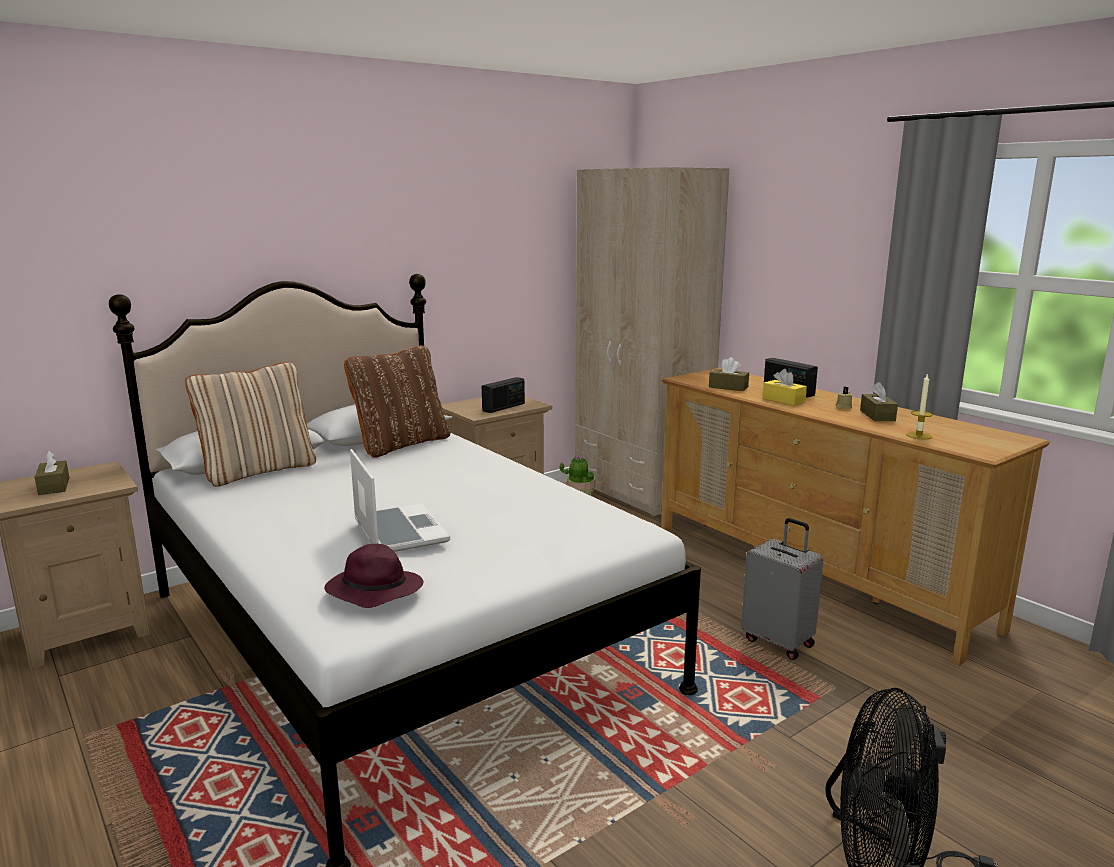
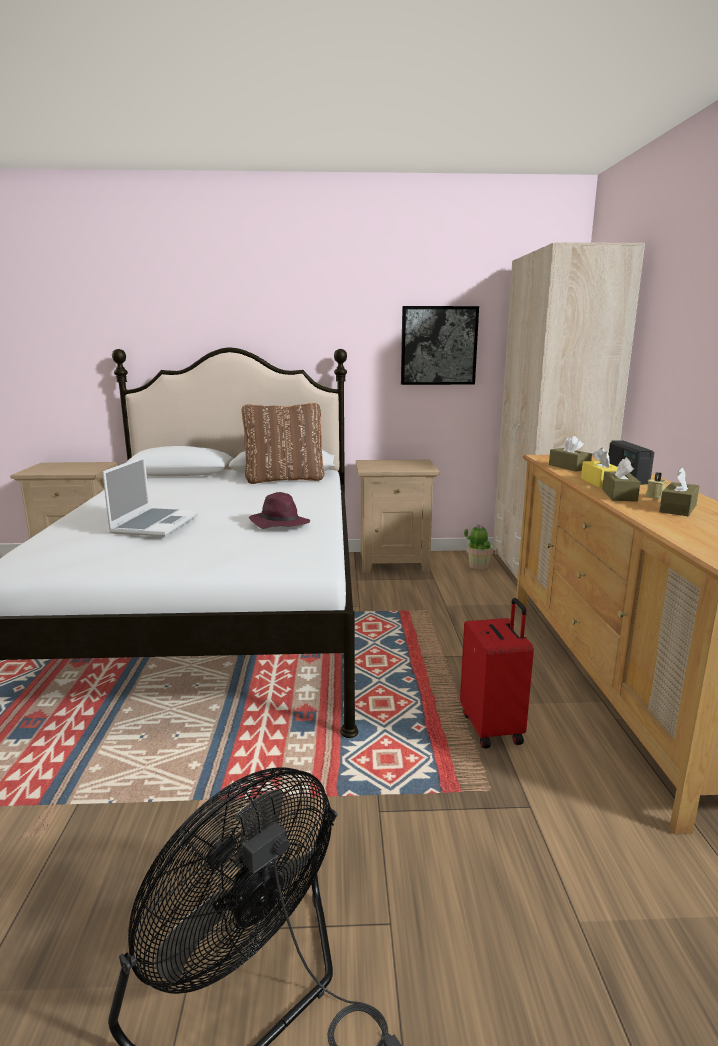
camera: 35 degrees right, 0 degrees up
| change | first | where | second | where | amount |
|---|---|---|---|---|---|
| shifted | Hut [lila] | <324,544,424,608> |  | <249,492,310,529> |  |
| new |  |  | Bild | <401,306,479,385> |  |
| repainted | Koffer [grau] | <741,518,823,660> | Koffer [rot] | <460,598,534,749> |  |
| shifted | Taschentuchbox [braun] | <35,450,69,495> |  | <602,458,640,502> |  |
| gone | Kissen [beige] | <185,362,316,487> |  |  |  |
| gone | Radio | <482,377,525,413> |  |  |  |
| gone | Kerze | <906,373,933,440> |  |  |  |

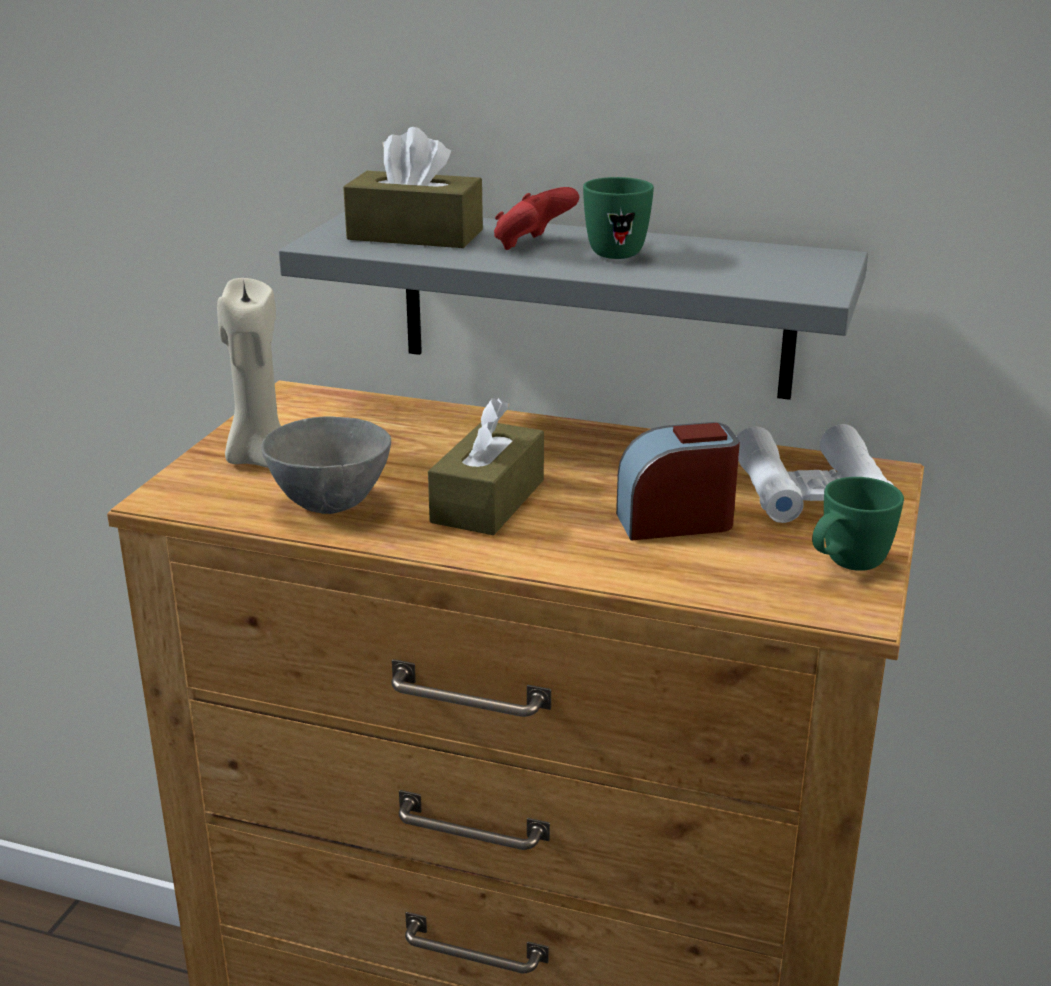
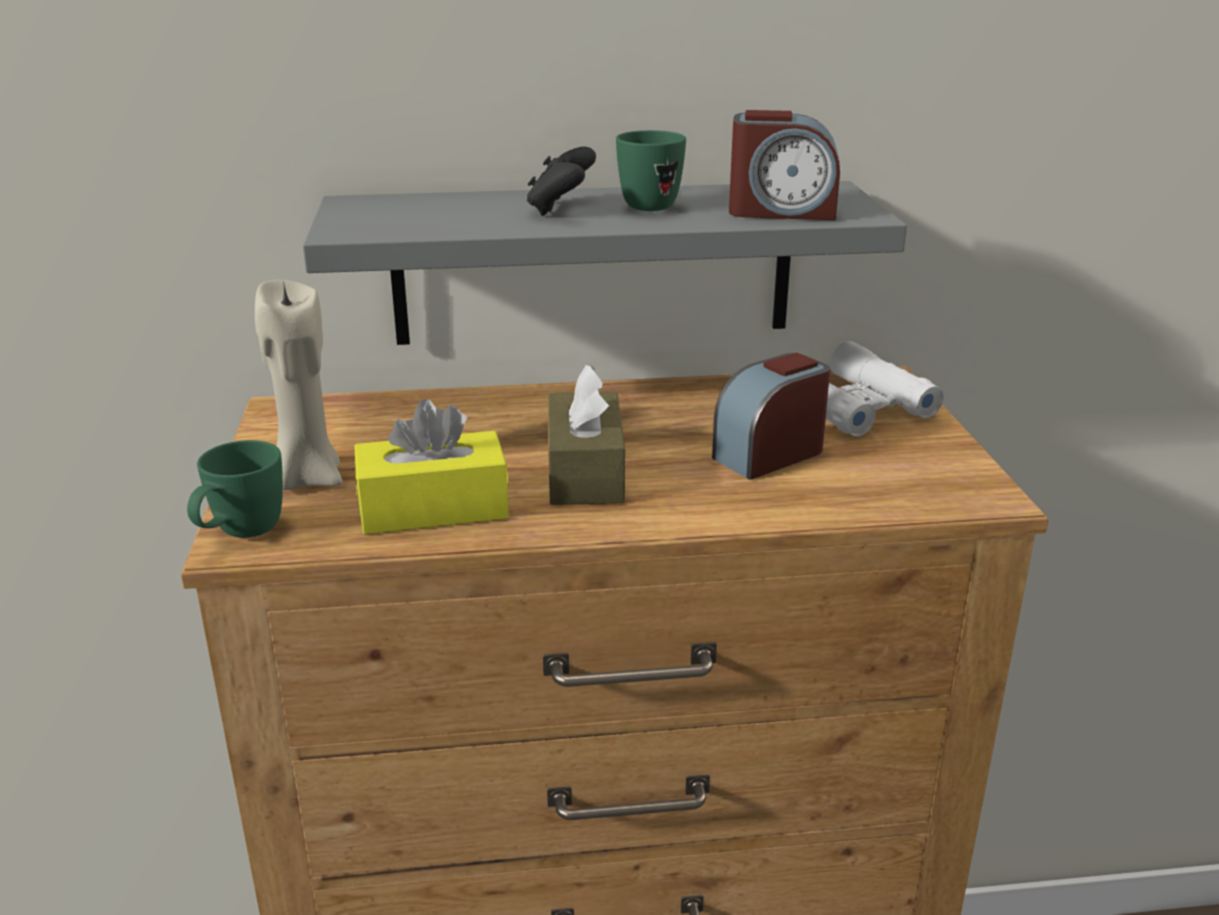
camera: 25 degrees left, 0 degrees up
| change | first | where | second | where | amount |
|---|---|---|---|---|---|
| shifted | Henkelbecher [grün] | <812,477,904,571> |  | <187,440,283,538> |  |
| swapped | Schüssel [grau] | <262,416,391,514> | Taschentuchbox [gelb] | <355,399,509,534> |  |
| repainted | Gamepad [rot] | <494,187,579,250> | Gamepad [schwarz] | <527,147,596,216> |  |
| new |  |  | Wecker | <729,110,840,220> |  |
| gone | Taschentuchbox [braun] | <343,127,483,248> |  |  |  |

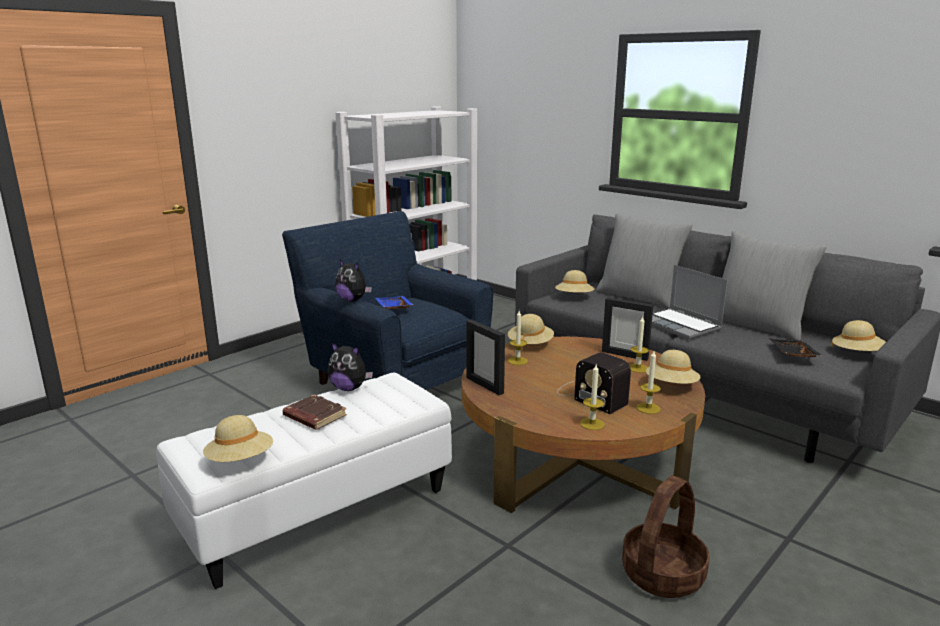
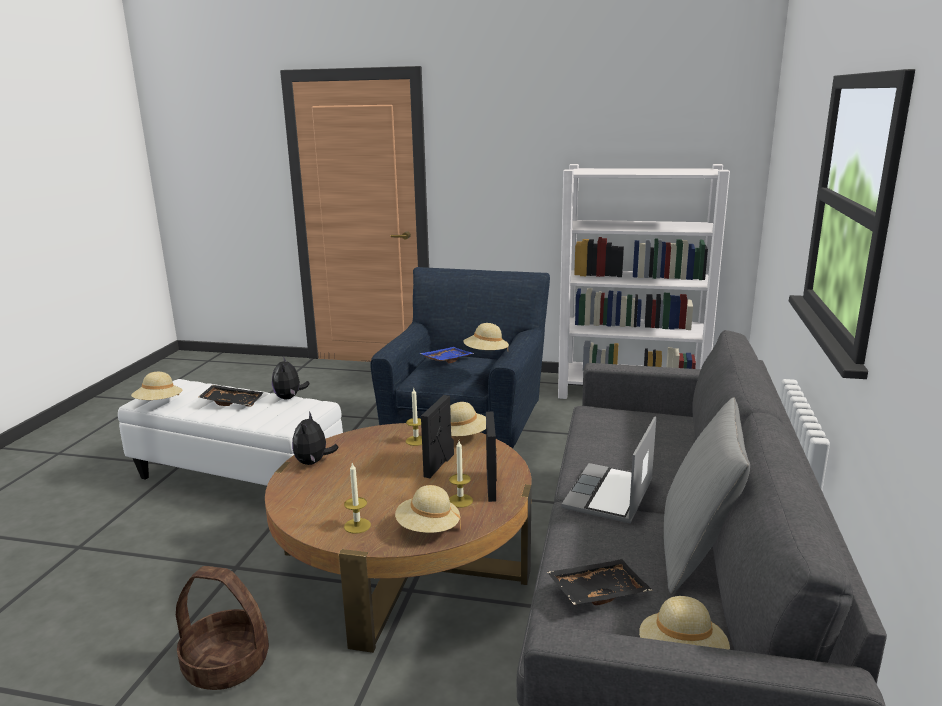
camera: 60 degrees right, 0 degrees up
| change | first | where | second | where | amount |
|---|---|---|---|---|---|
| swapped | Buch [braun] | <283,395,347,430> | Tablett [schwarz] | <199,385,264,407> |  |
| shifted | Plüschtier | <335,260,372,302> |  | <292,411,339,465> |  |
| shifted | Bilderrahmen | <466,320,505,395> |  | <421,395,454,478> |  |
| shifted | Hut [beige] | <555,270,594,293> |  | <463,323,509,350> |  |
| gone | Radio | <557,352,631,414> |  |  |  |
| gone | Kerze | <580,364,605,430> |  |  |  |
| gone | Kissen [grau] | <596,213,693,309> |  |  |  |

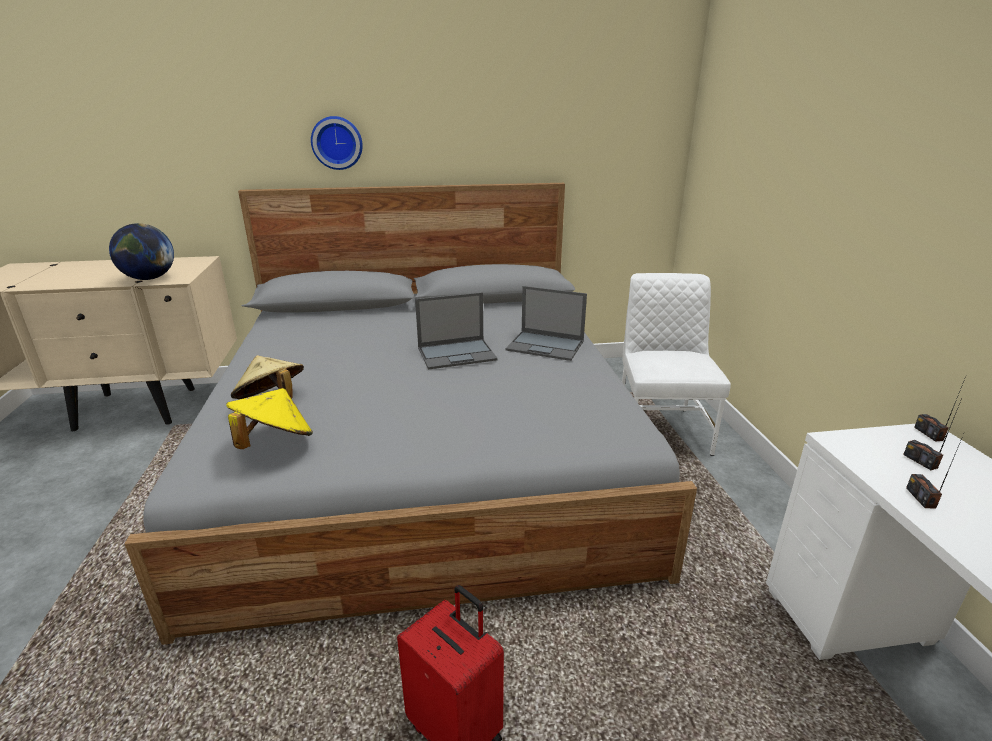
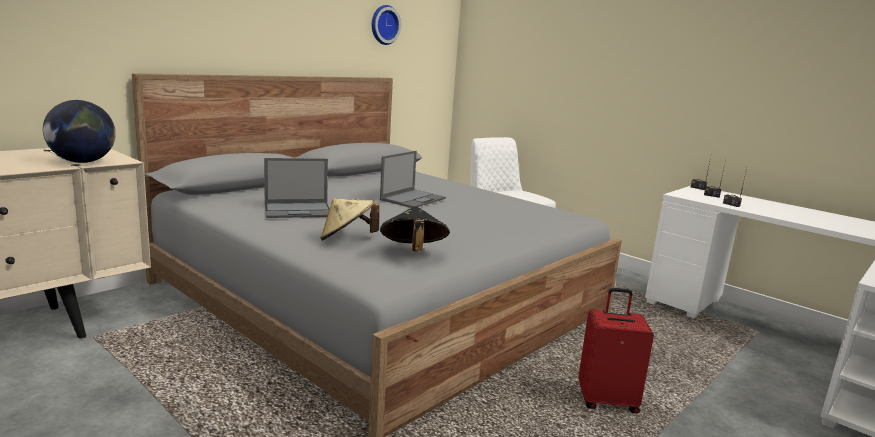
camera: 40 degrees left, 10 degrees down
| change | first | where | second | where | amount |
|---|---|---|---|---|---|
| shifted | Laptop | <506,286,587,361> |  | <264,158,329,218> |  |
| shifted | Wanduhr | <311,116,363,170> |  | <372,5,401,45> |  |
| repainted | Hut [gelb] | <226,388,313,449> | Hut [schwarz] | <380,206,450,252> |  |

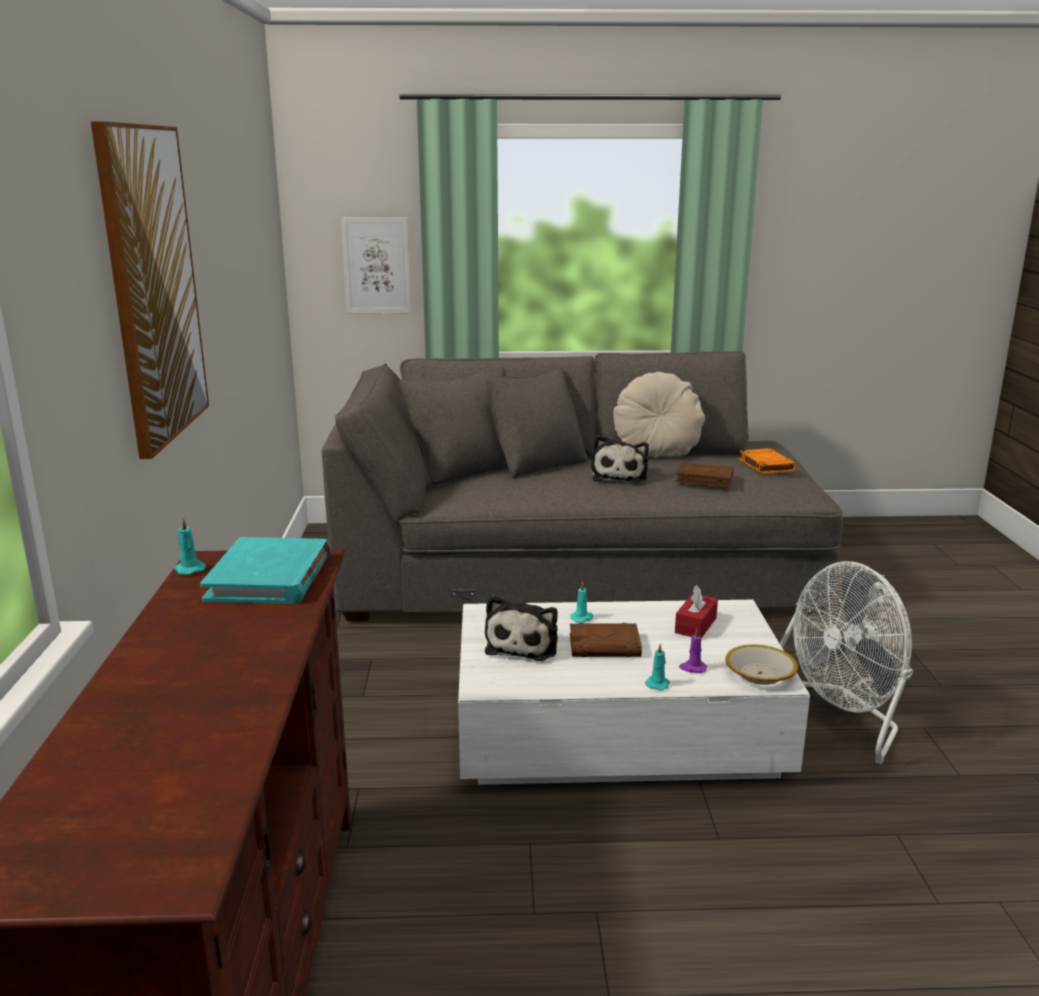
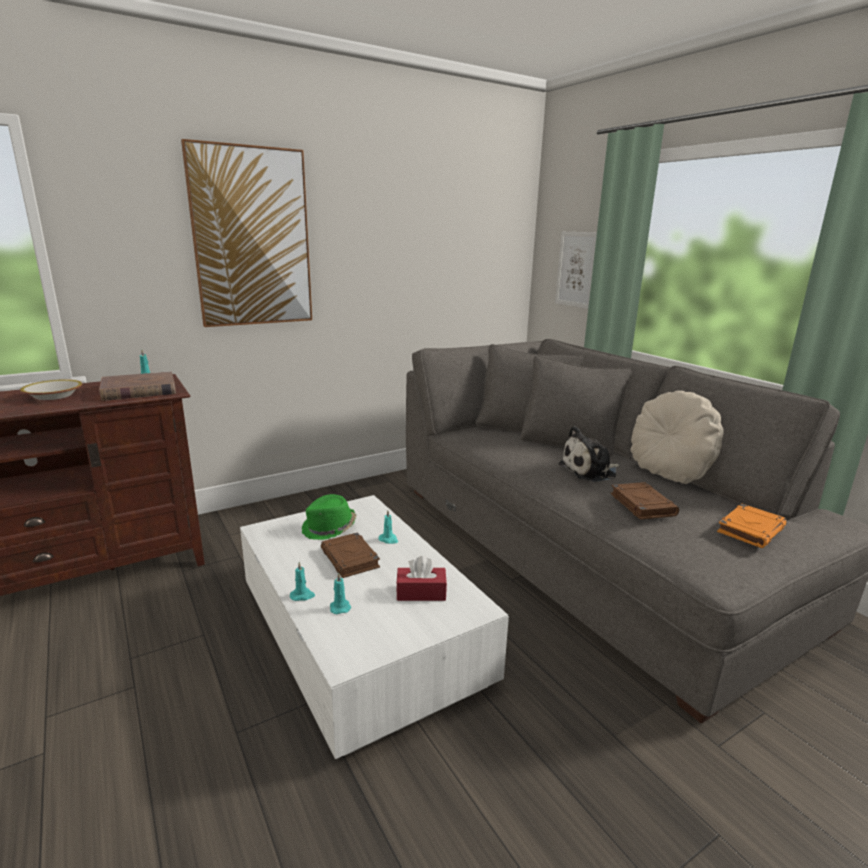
camera: 60 degrees right, 0 degrees up
| change | first | where | second | where | amount |
|---|---|---|---|---|---|
| shifted | Schüssel | <725,645,798,685> |  | <20,379,82,401> |  |
| repainted | Buch [türkis] | <200,537,331,604> | Buch [braun] | <99,371,176,401> |  |
| swapped | Plüschtier | <485,595,558,661> | Hut [grün] | <302,494,357,540> |  |
| repainted | Kerze [lila] | <679,629,707,673> | Kerze [türkis] | <330,573,351,614> |  |
| gone | Ventilator [weiß] | <780,561,913,764> |  |  |  |

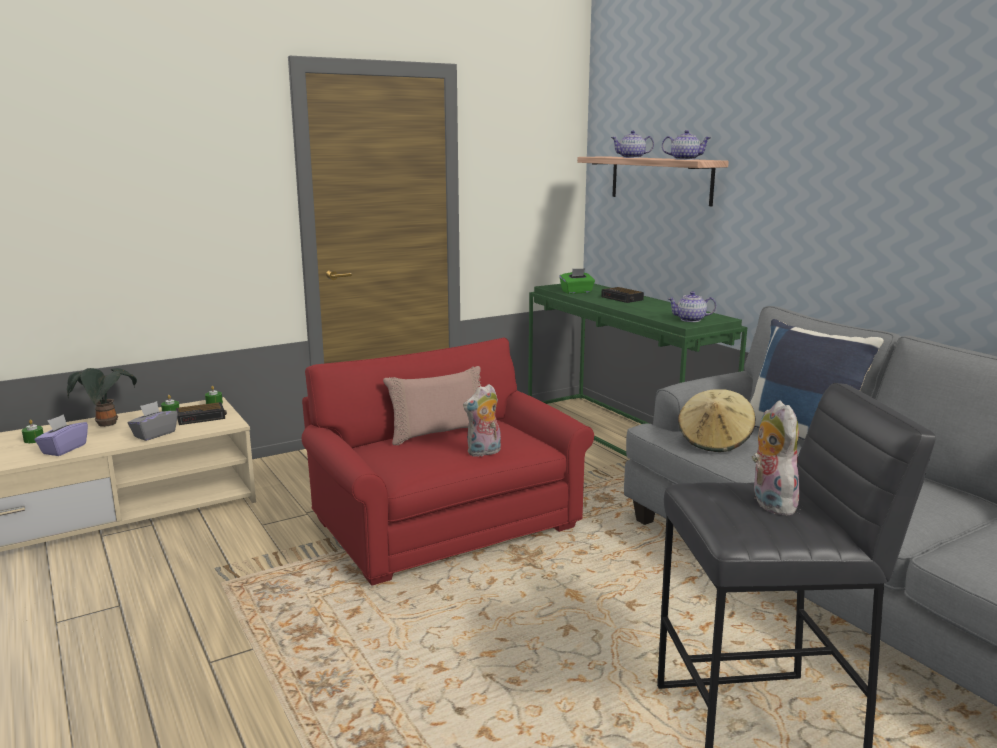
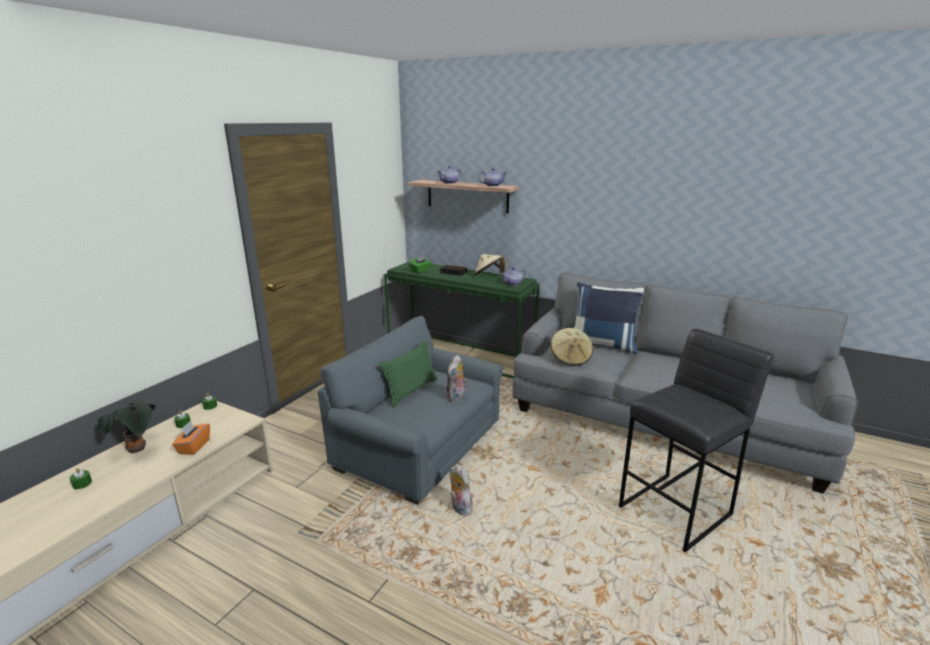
camera: 30 degrees left, 5 degrees up
| change | first | where | second | where | amount |
|---|---|---|---|---|---|
| repainted | Taschentuchbox [grau] | <128,401,178,441> | Taschentuchbox [orange] | <172,421,210,455> |  |
| repainted | Sessel [rot] | <302,337,594,586> | Sessel [grau] | <318,316,503,505> |  |
| repainted | Kissen [beige] | <383,366,481,445> | Kissen [grün] | <379,340,437,407> |  |
| shifted | Plüschtier | <752,400,800,515> |  | <450,465,474,516> |  |
| new |  |  | Hut [beige] | <474,254,505,276> |  |
| gone | Taschentuchbox [lila] | <34,414,88,456> |  |  |  |
| gone | Wecker | <176,402,227,425> |  |  |  |

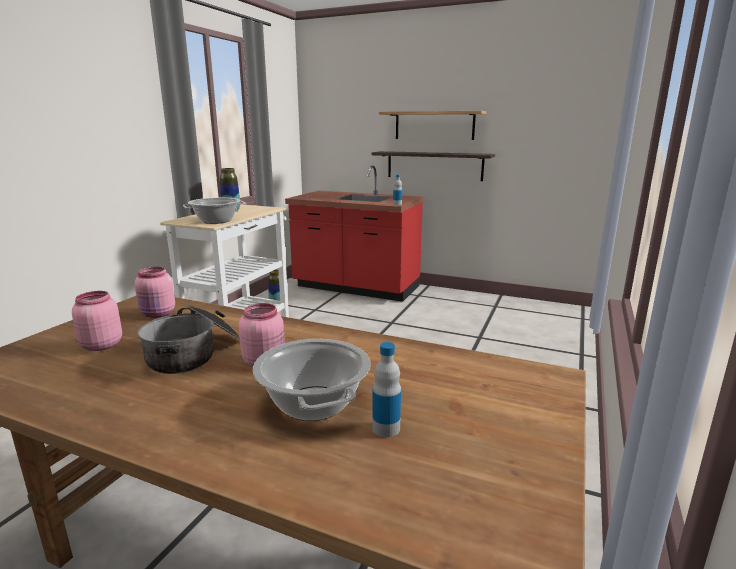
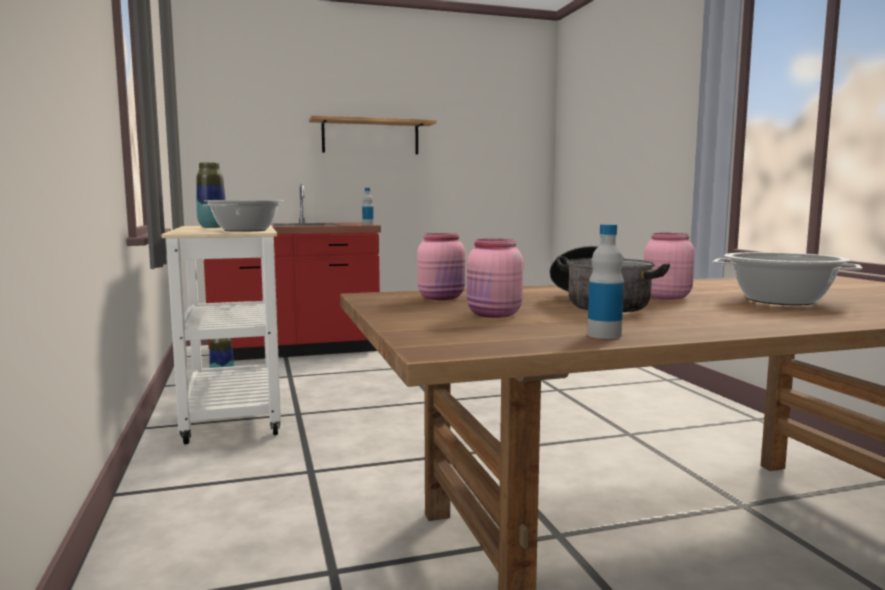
camera: 40 degrees left, 10 degrees down
| change | first | where | second | where | amount |
|---|---|---|---|---|---|
| shifted | Flasche | <372,342,401,437> |  | <587,224,624,339> |  |
| gone | Wandregal | <371,151,495,181> |  |  |  |

